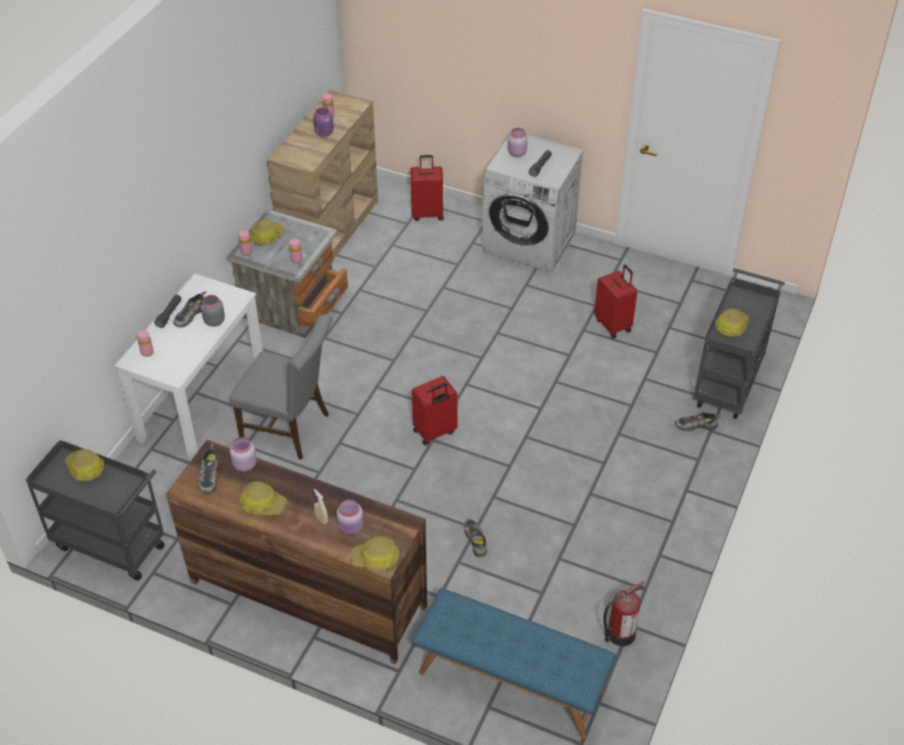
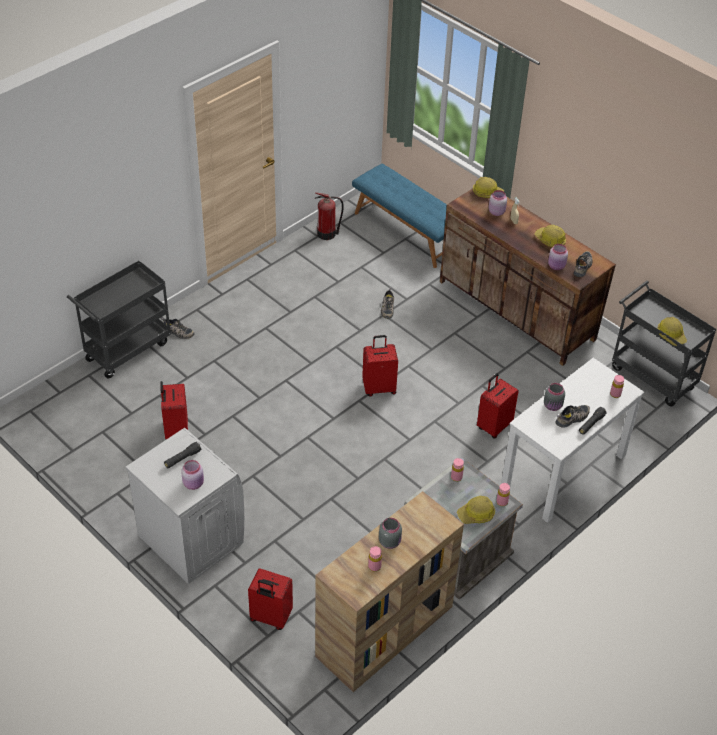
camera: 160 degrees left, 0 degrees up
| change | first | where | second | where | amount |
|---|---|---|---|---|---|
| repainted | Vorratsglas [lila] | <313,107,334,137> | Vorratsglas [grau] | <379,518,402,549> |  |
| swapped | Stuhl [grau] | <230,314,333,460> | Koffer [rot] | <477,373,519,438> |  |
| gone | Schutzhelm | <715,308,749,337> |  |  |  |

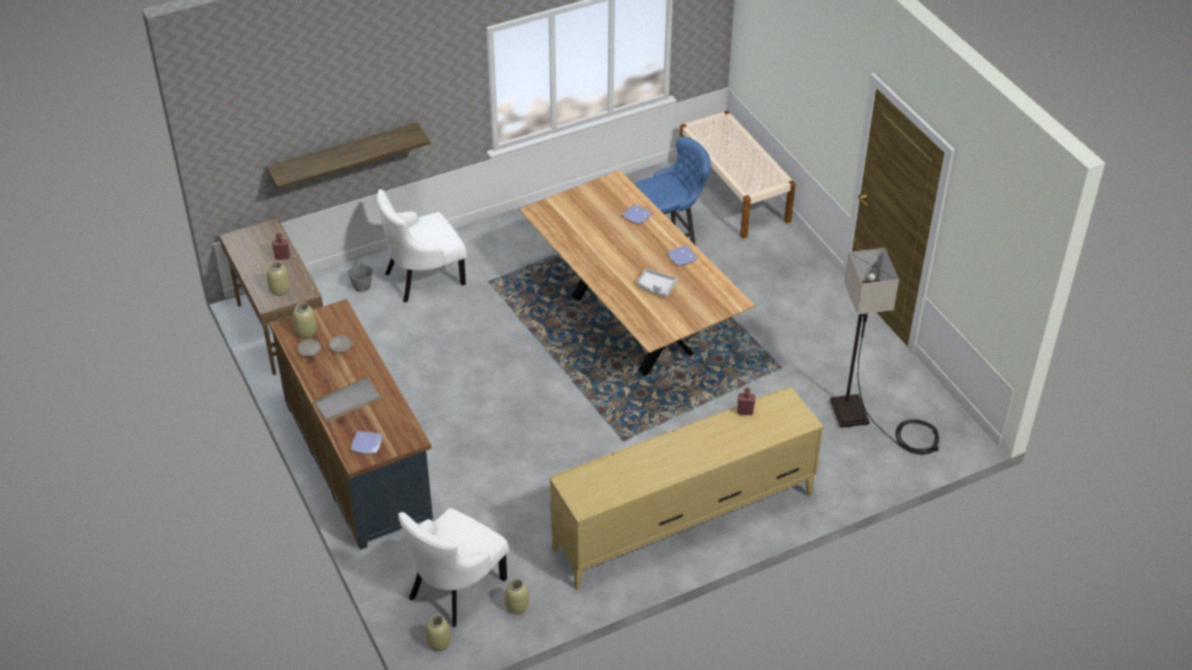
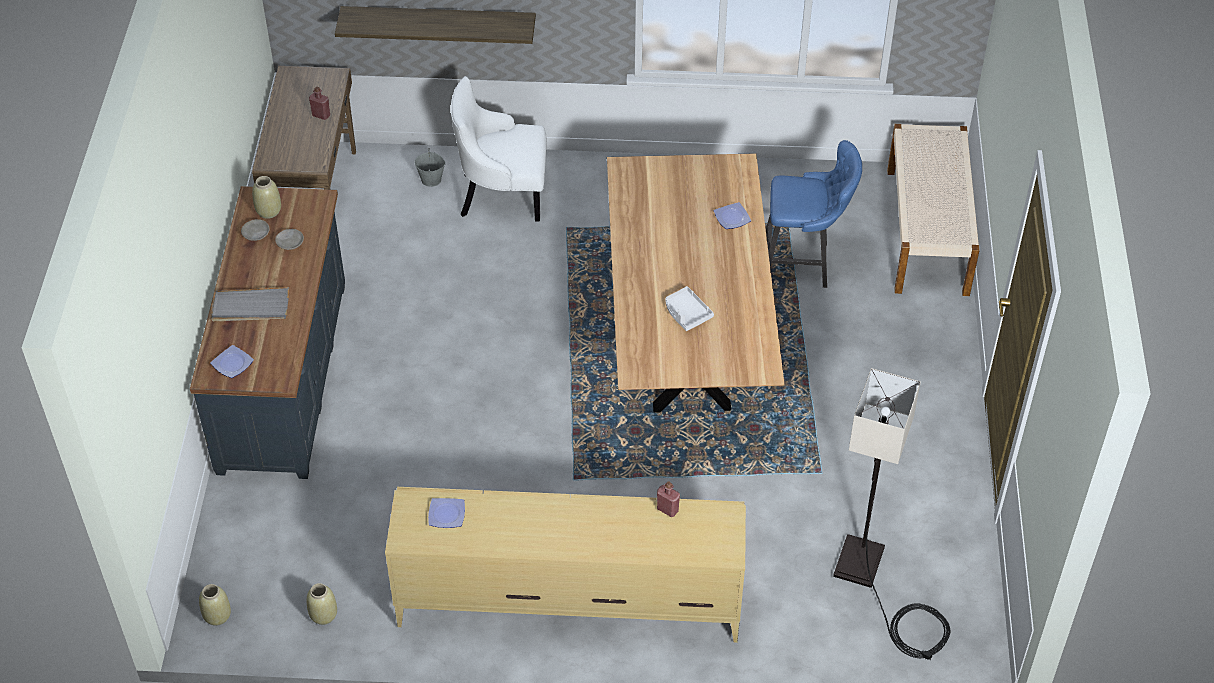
camera: 30 degrees right, 5 degrees up
| change | first | where | second | where | amount |
|---|---|---|---|---|---|
| shifted | Teller | <667,245,698,266> |  | <428,498,465,528> |  |
| gone | Vase [beige] | <267,261,290,296> |  |  |  |
| gone | Stuhl [weiß] | <398,508,509,627> |  |  |  |

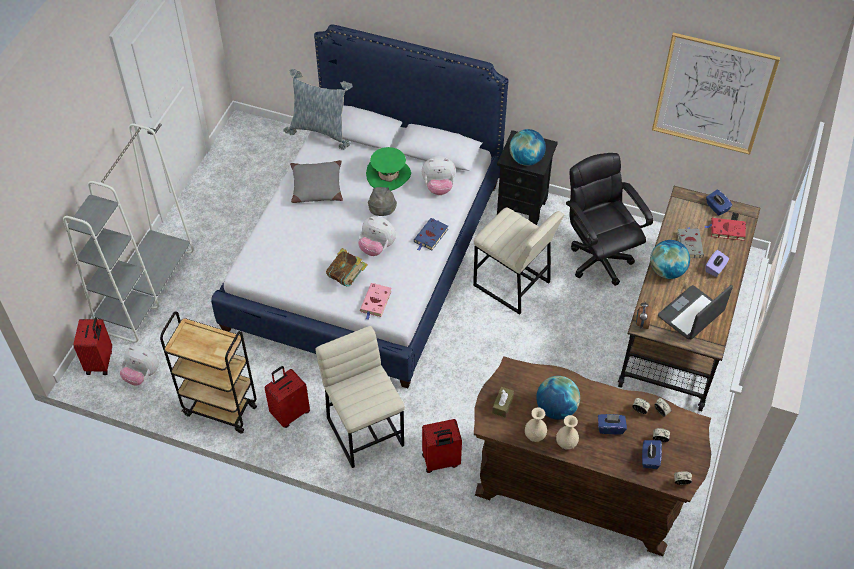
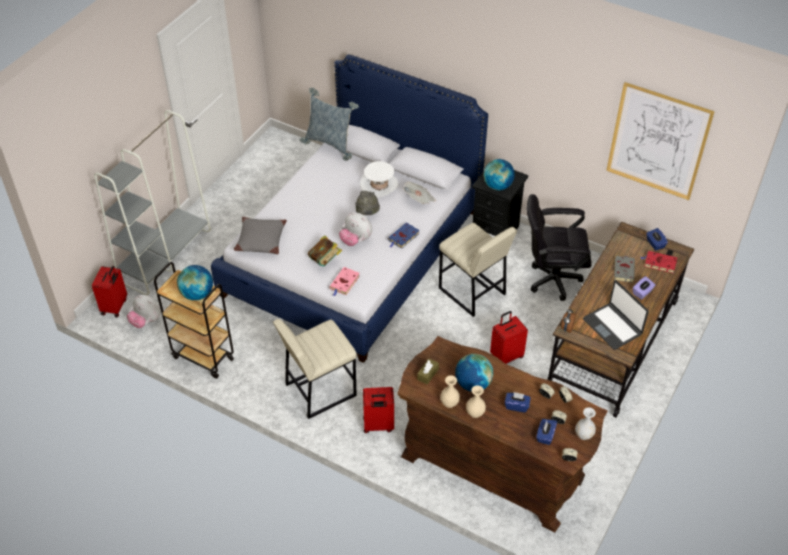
camera: 10 degrees right, 5 degrees down
| change | first | where | second | where | amount |
|---|---|---|---|---|---|
| shifted | Globus | <650,240,690,279> |  | <177,265,213,301> |  |
| shifted | Kissen [grau] | <290,160,343,203> |  | <234,217,287,254> |  |
| rotated | Stuhl [beige] | <316,326,405,468> |  | <273,319,357,419> | 105 degrees counterclockwise |
| repainted | Hut [grün] | <366,147,411,191> | Hut [weiß] | <360,161,398,198> |  |
| swapped | Plüschtier | <422,156,456,195> | Zeitung | <403,182,436,204> |  |
| shifted | Koffer [rot] | <265,366,310,428> |  | <490,311,528,364> |  |
| rotated | Bürostuhl [schwarz] | <566,153,653,286> |  | <527,194,591,301> | 75 degrees counterclockwise |
| new |  |  | Vase [weiß] | <575,407,596,440> |  |
| rotated | Laptop | <658,284,733,340> |  | <583,280,649,350> | 90 degrees counterclockwise |

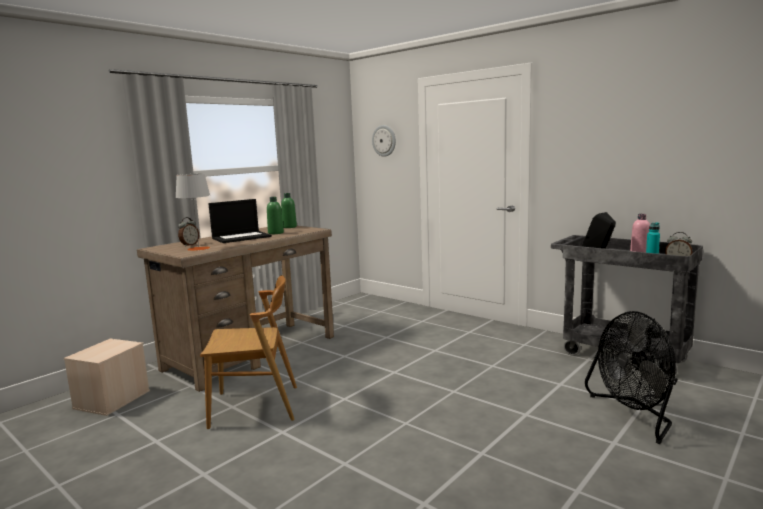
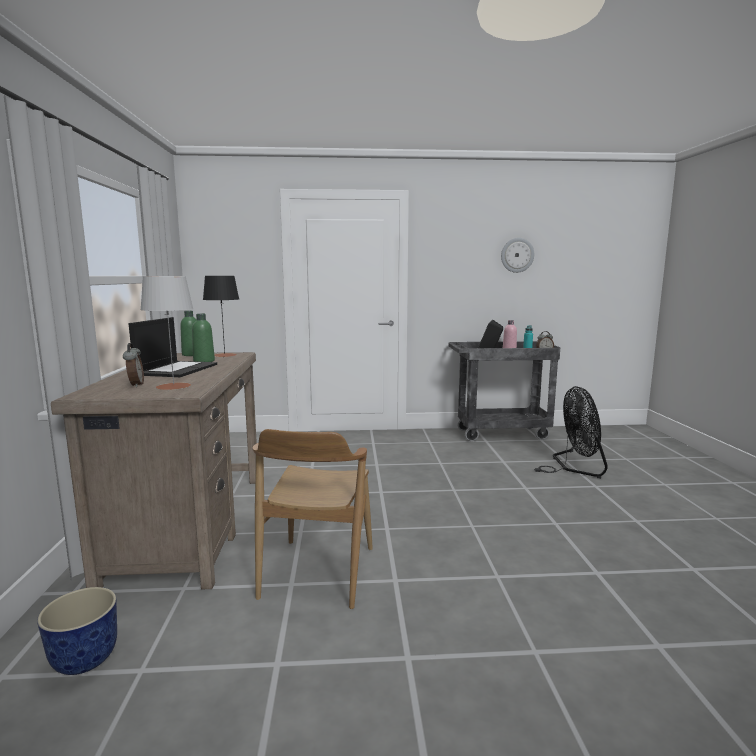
camera: 45 degrees left, 0 degrees up
| change | first | where | second | where | amount |
|---|---|---|---|---|---|
| swapped | Aufbewahrungsbox [beige] | <64,339,150,416> | Pflanzkübel | <37,587,117,675> |  |
| new |  |  | Tischlampe [schwarz] | <203,276,239,357> |  |
| rotated | Stuhl [braun] | <200,275,297,429> |  | <252,429,373,609> | 150 degrees clockwise |
| shifted | Wanduhr | <372,125,396,157> |  | <501,238,534,273> |  |
| rotated | Ventilator [schwarz] | <585,311,678,444> |  | <534,386,608,479> | 120 degrees counterclockwise |

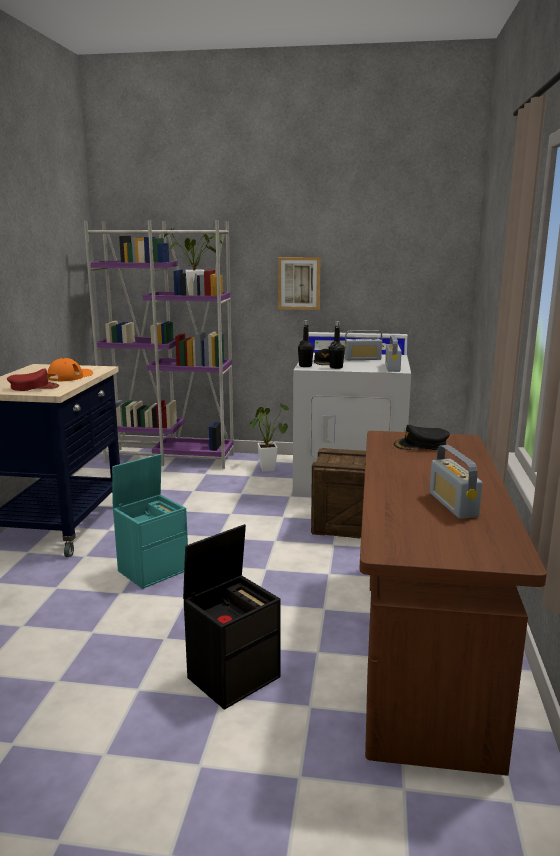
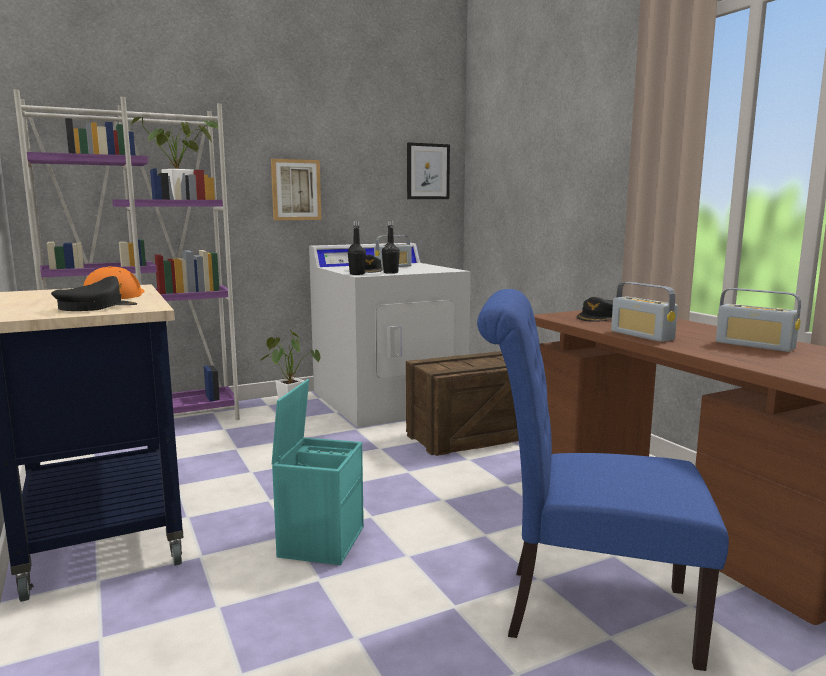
camera: 35 degrees left, 5 degrees down
| change | first | where | second | where | amount |
|---|---|---|---|---|---|
| repainted | Kappe [rot] | <7,368,59,391> | Kappe [schwarz] | <51,276,137,311> |  |
| new |  |  | Bild | <407,142,450,199> |  |
| swapped | Aufbewahrungsbox [schwarz] | <183,524,281,710> | Stuhl [blau] | <477,289,729,671> |  |
| shifted | Radio | <385,335,402,372> |  | <611,282,678,342> |  |

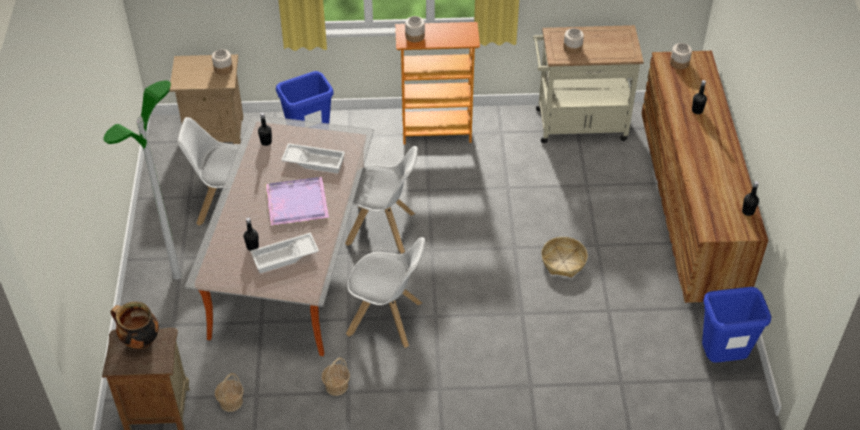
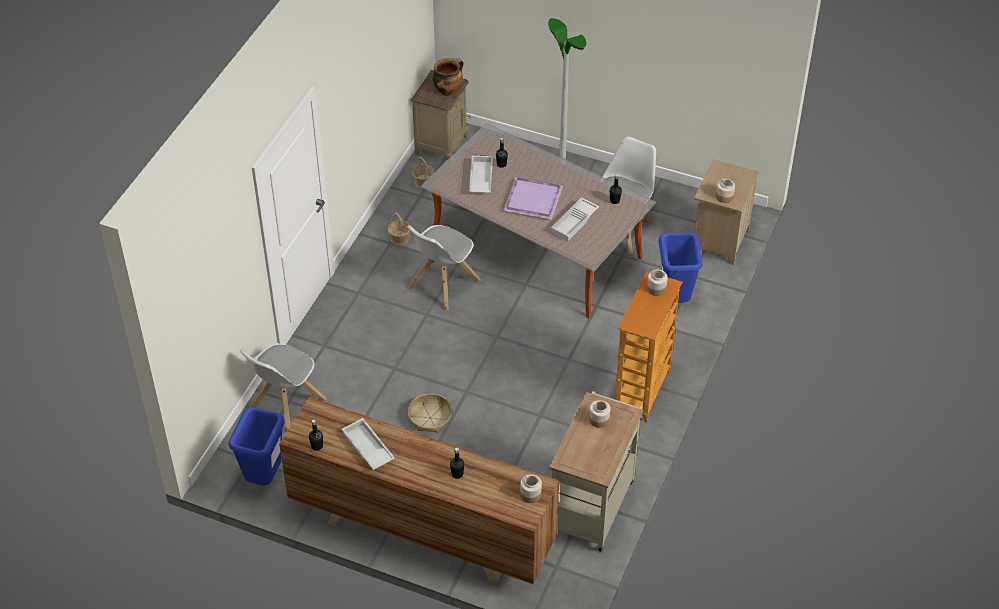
camera: 115 degrees right, 0 degrees up
| change | first | where | second | where | amount |
|---|---|---|---|---|---|
| shifted | Stuhl | <345,146,418,254> |  | <240,344,326,431> |  |
| new |  |  | Tablett [weiß] | <341,418,395,470> |  |

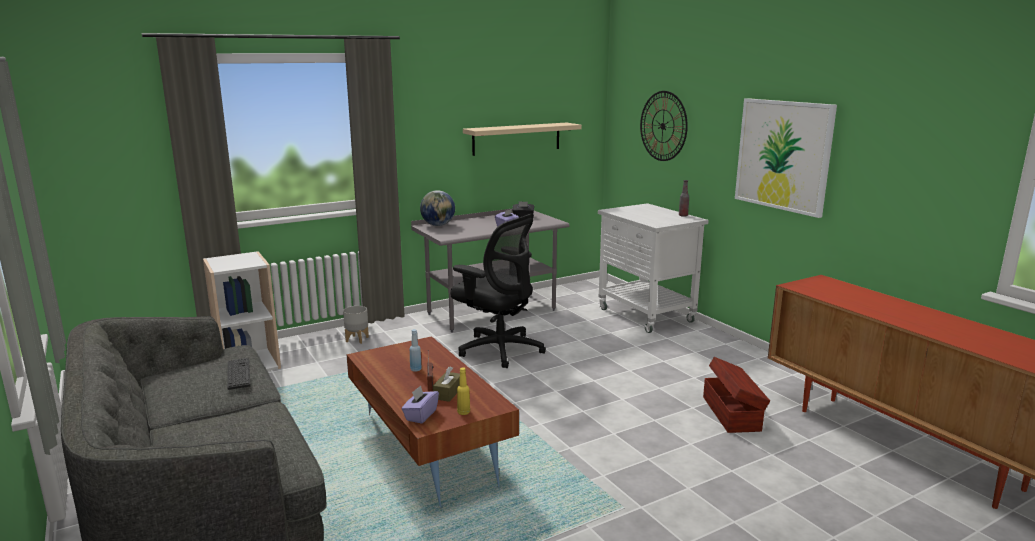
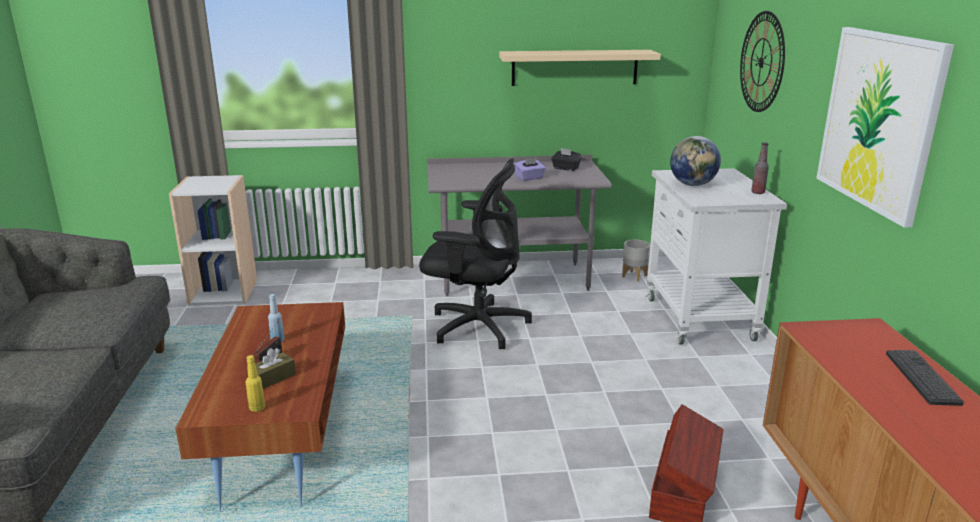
camera: 25 degrees right, 5 degrees up
| change | first | where | second | where | amount |
|---|---|---|---|---|---|
| rotated | Bürostuhl [schwarz] | <450,214,546,368> |  | <419,159,532,349> | 45 degrees counterclockwise |
| shifted | Pflanzkübel [grau] | <343,306,369,344> |  | <622,240,650,282> |  |
| shifted | Globus | <420,190,455,226> |  | <670,136,721,186> |  |
| shifted | Tastatur | <227,358,250,390> |  | <886,350,964,406> |  |
| gone | Taschentuchbox [lila] | <402,385,439,424> |  |  |  |

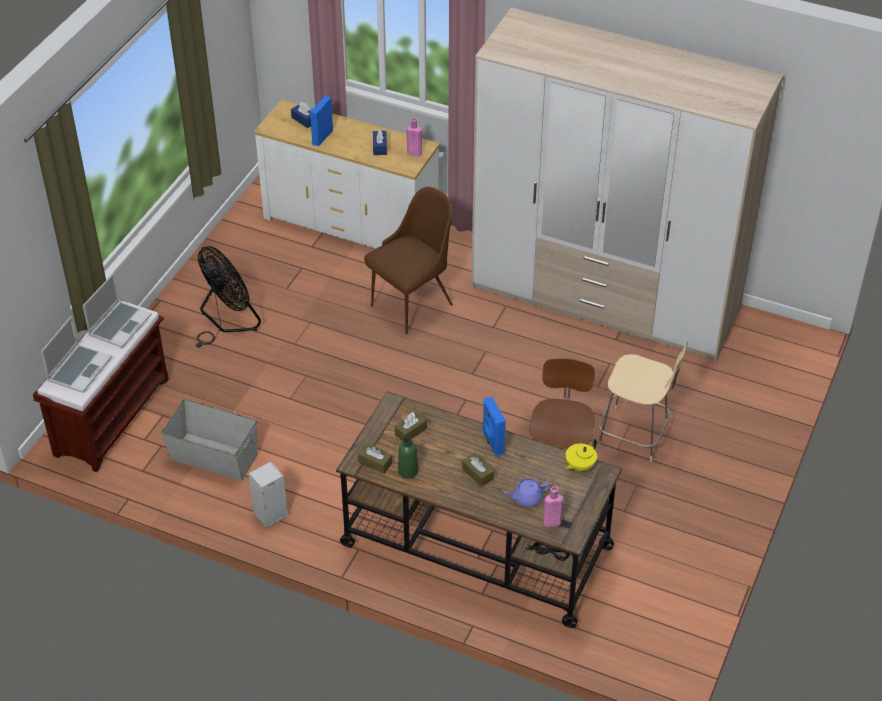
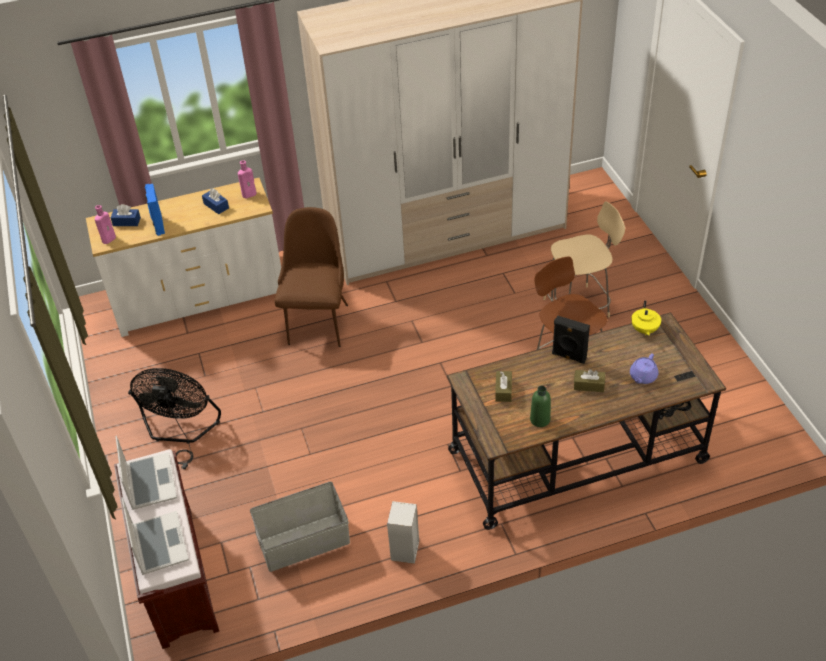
camera: 40 degrees left, 0 degrees up
| change | first | where | second | where | amount |
|---|---|---|---|---|---|
| shifted | Flasche [rosa] | <543,486,563,527> |  | <95,205,116,244> |  |
| repainted | Lautsprecher [blau] | <482,397,506,456> | Lautsprecher [schwarz] | <552,315,590,364> |  |
| gone | Taschentuchbox [braun] | <358,444,392,474> |  |  |  |

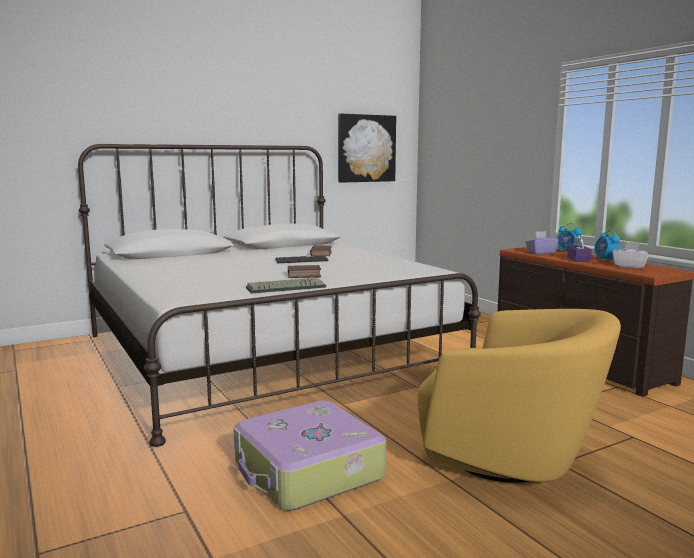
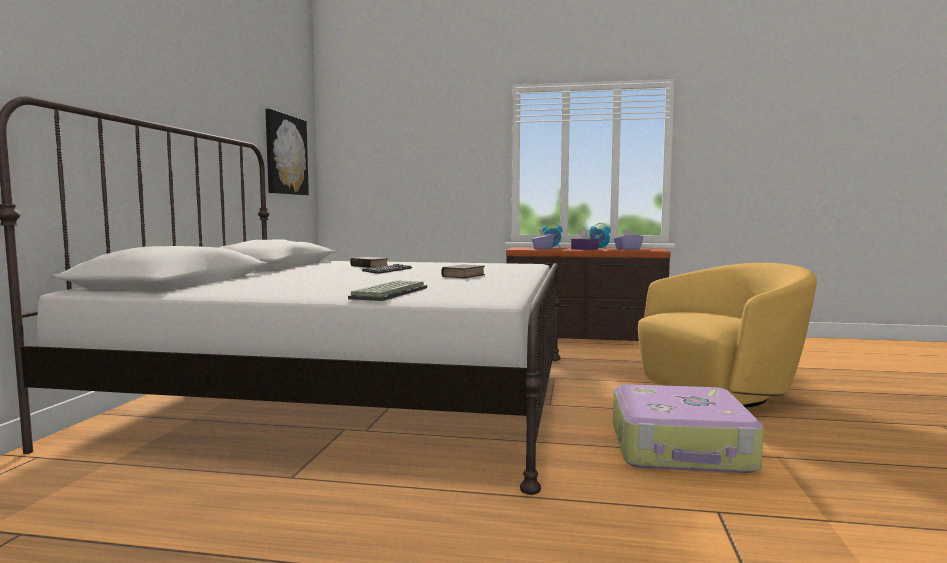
camera: 50 degrees left, 5 degrees down
| change | first | where | second | where | amount |
|---|---|---|---|---|---|
| shifted | Tastatur | <246,278,326,293> |  | <348,280,427,301> |  |
| repainted | Taschentuchbox [weiß] | <613,241,649,268> | Taschentuchbox [lila] | <614,230,643,250> |  |

